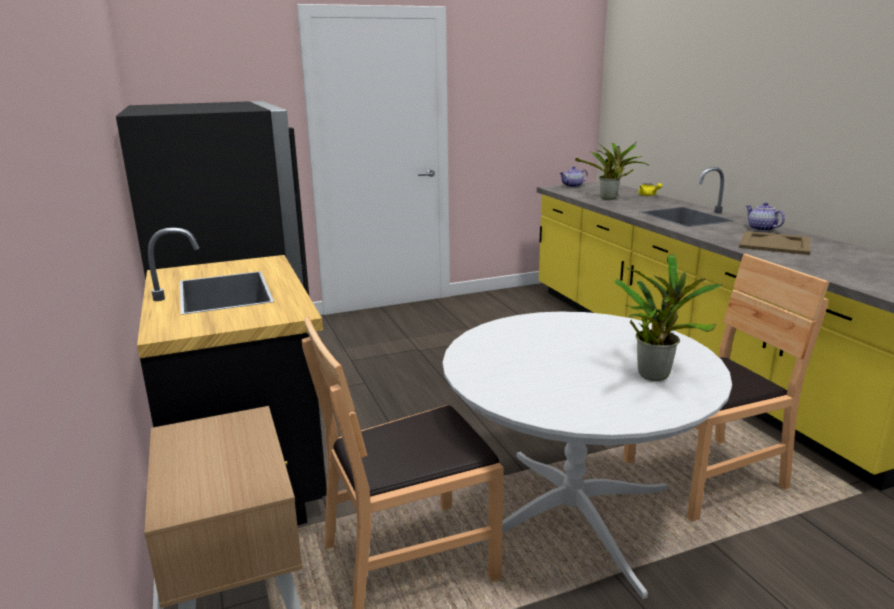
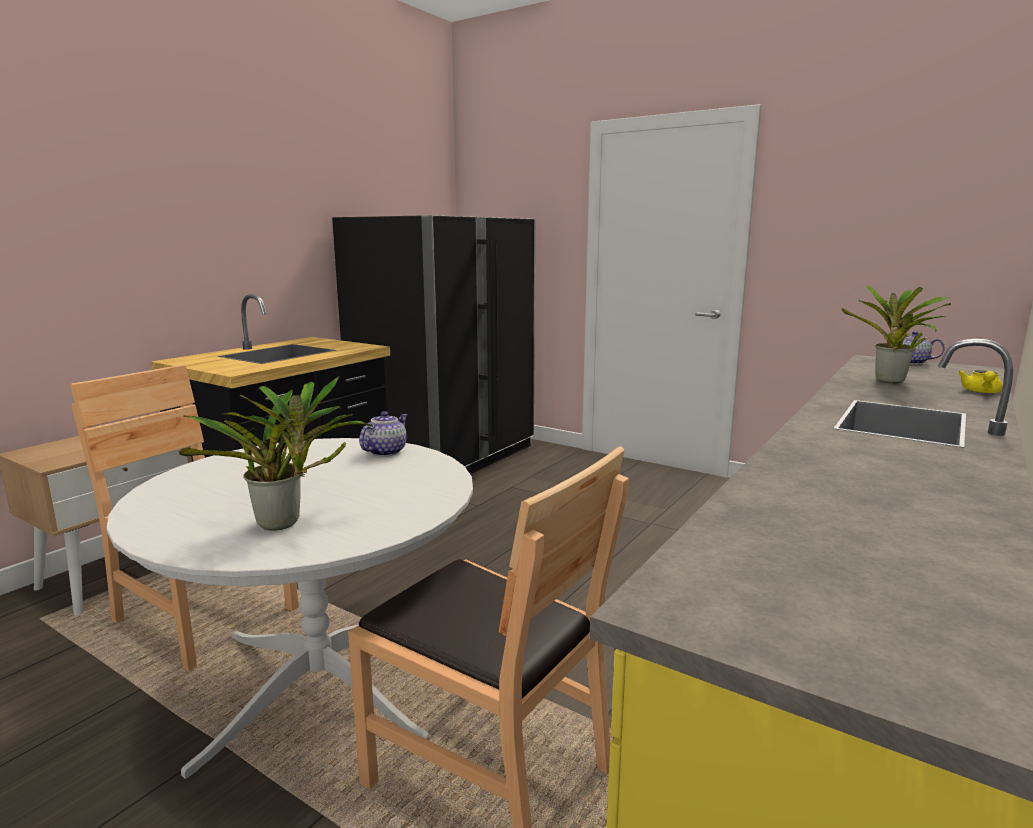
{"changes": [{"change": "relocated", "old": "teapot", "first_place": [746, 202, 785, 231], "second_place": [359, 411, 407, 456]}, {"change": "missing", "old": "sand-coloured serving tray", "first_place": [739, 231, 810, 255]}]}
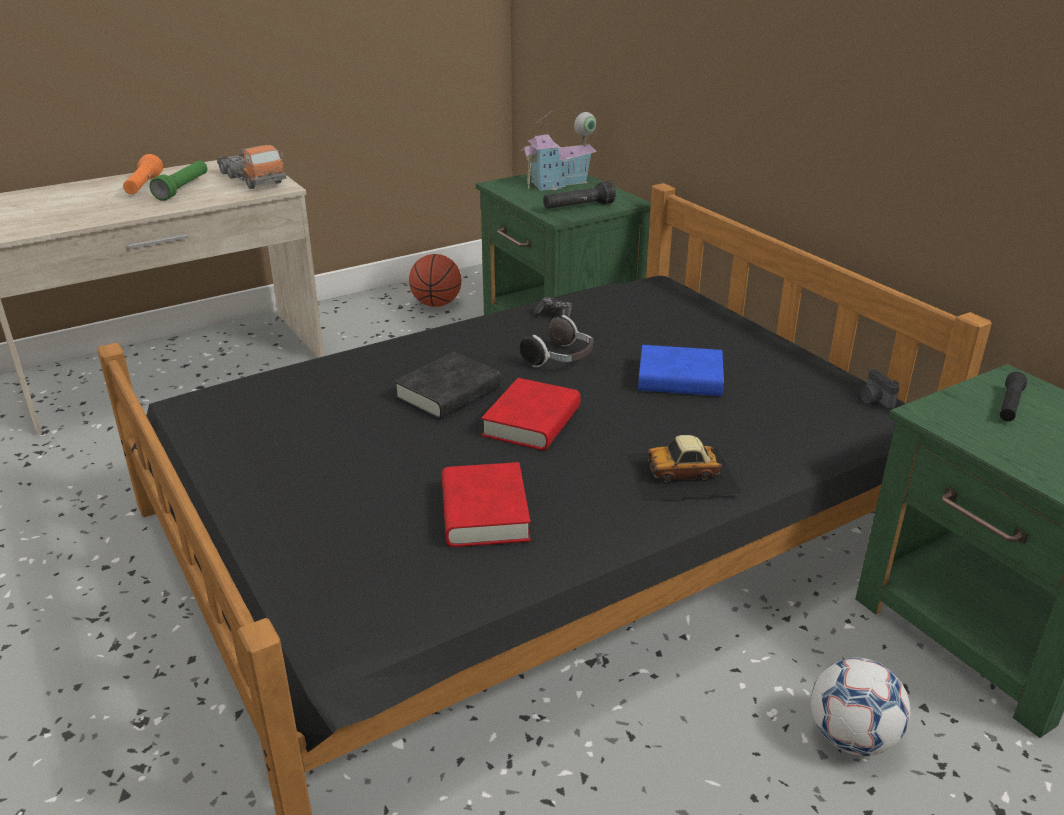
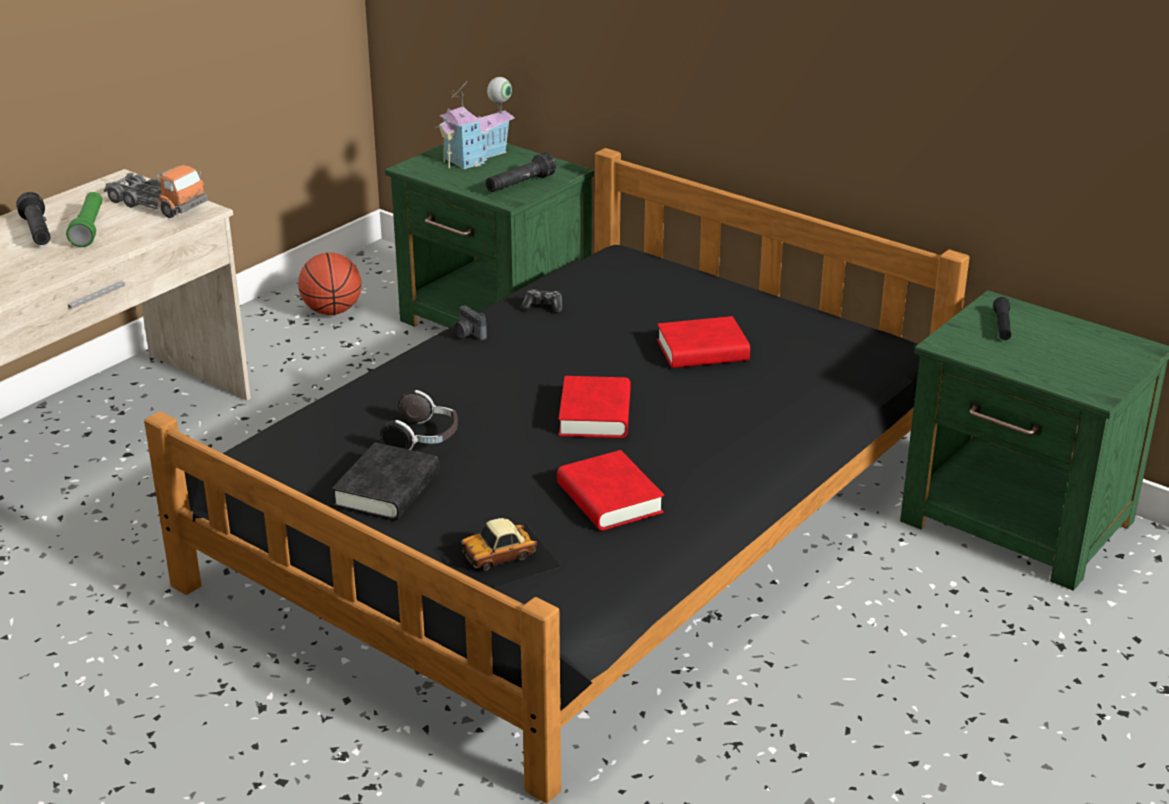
{"changes": [{"change": "colour", "old": "orange flashlight", "new": "black-coloured flashlight", "first_place": [123, 154, 163, 194], "second_place": [16, 192, 51, 245]}, {"change": "relocated", "old": "headset", "first_place": [520, 315, 594, 367], "second_place": [380, 390, 458, 450]}, {"change": "colour", "old": "blue volume", "new": "reddish volume", "first_place": [638, 345, 724, 396], "second_place": [657, 316, 750, 368]}, {"change": "relocated", "old": "black-coloured volume", "first_place": [394, 352, 501, 420], "second_place": [332, 442, 439, 520]}, {"change": "relocated", "old": "still camera", "first_place": [860, 369, 900, 409], "second_place": [454, 306, 487, 340]}, {"change": "relocated", "old": "toy car", "first_place": [626, 435, 742, 501], "second_place": [437, 518, 561, 588]}, {"change": "missing", "old": "football ball", "first_place": [811, 658, 910, 756]}]}
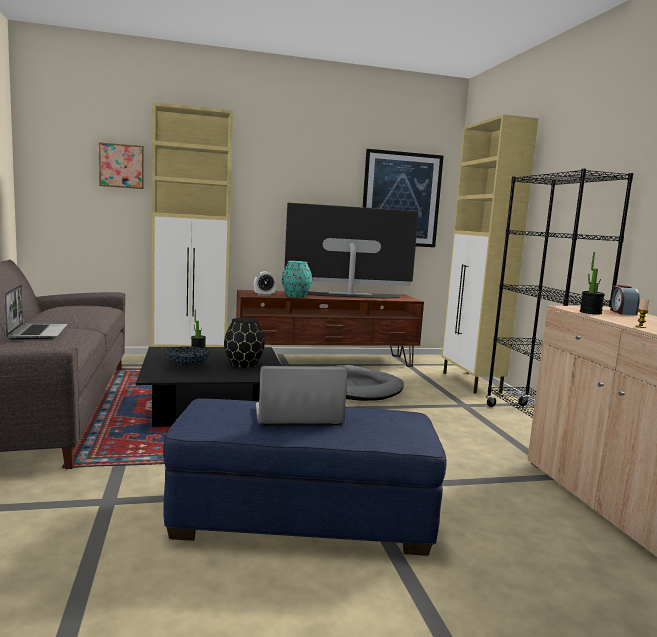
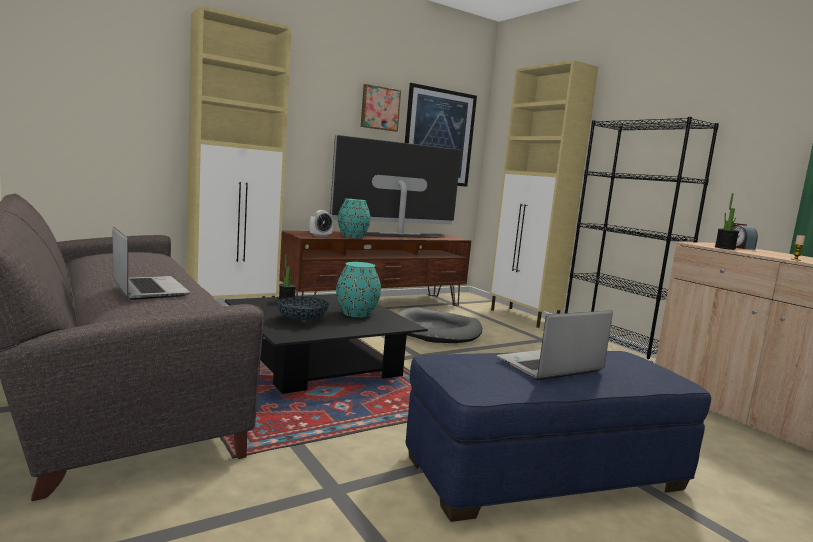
{"changes": [{"change": "relocated", "old": "wall art", "first_place": [99, 142, 144, 189], "second_place": [361, 84, 401, 132]}, {"change": "colour", "old": "black-coloured decorative vase", "new": "blue-green decorative vase", "first_place": [224, 318, 265, 368], "second_place": [336, 262, 381, 318]}]}
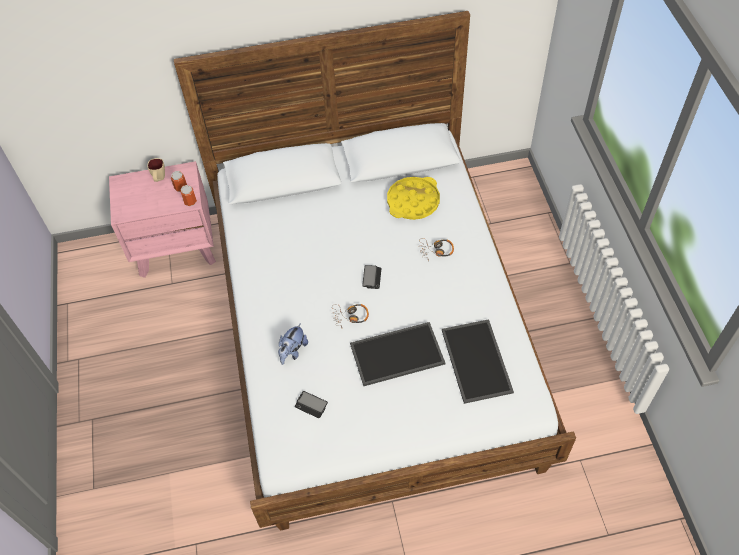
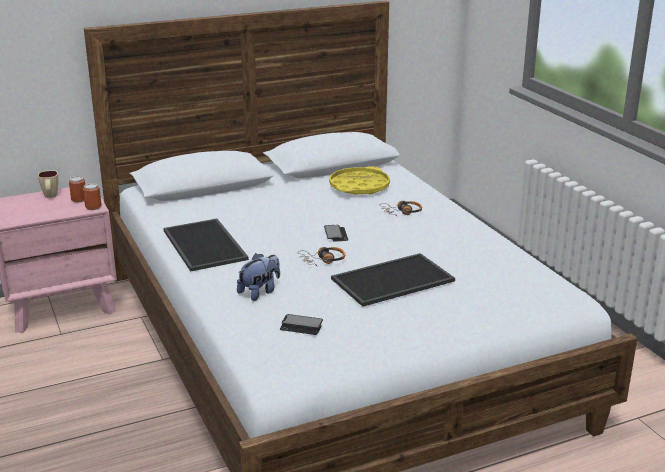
{"changes": [{"change": "relocated", "old": "serving tray", "first_place": [442, 319, 514, 404], "second_place": [163, 219, 249, 271]}, {"change": "spun", "old": "soft toy", "first_place": [278, 323, 308, 365], "second_place": [237, 253, 280, 301], "degrees": -150}]}
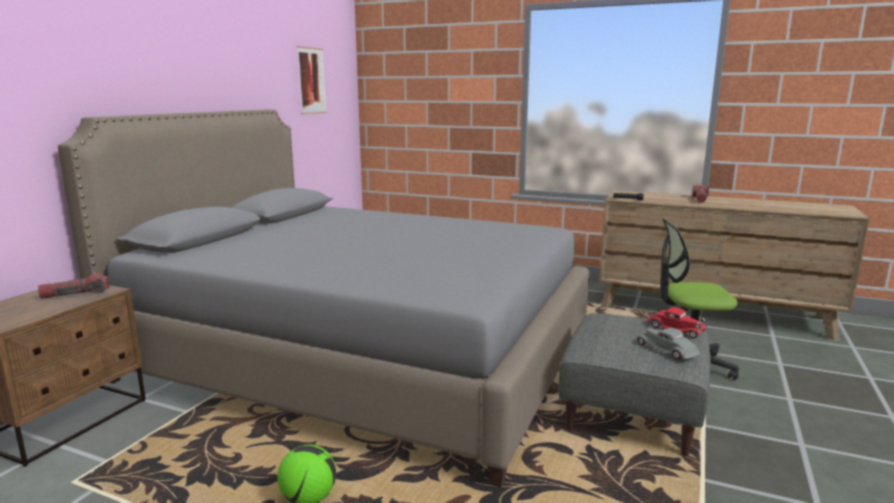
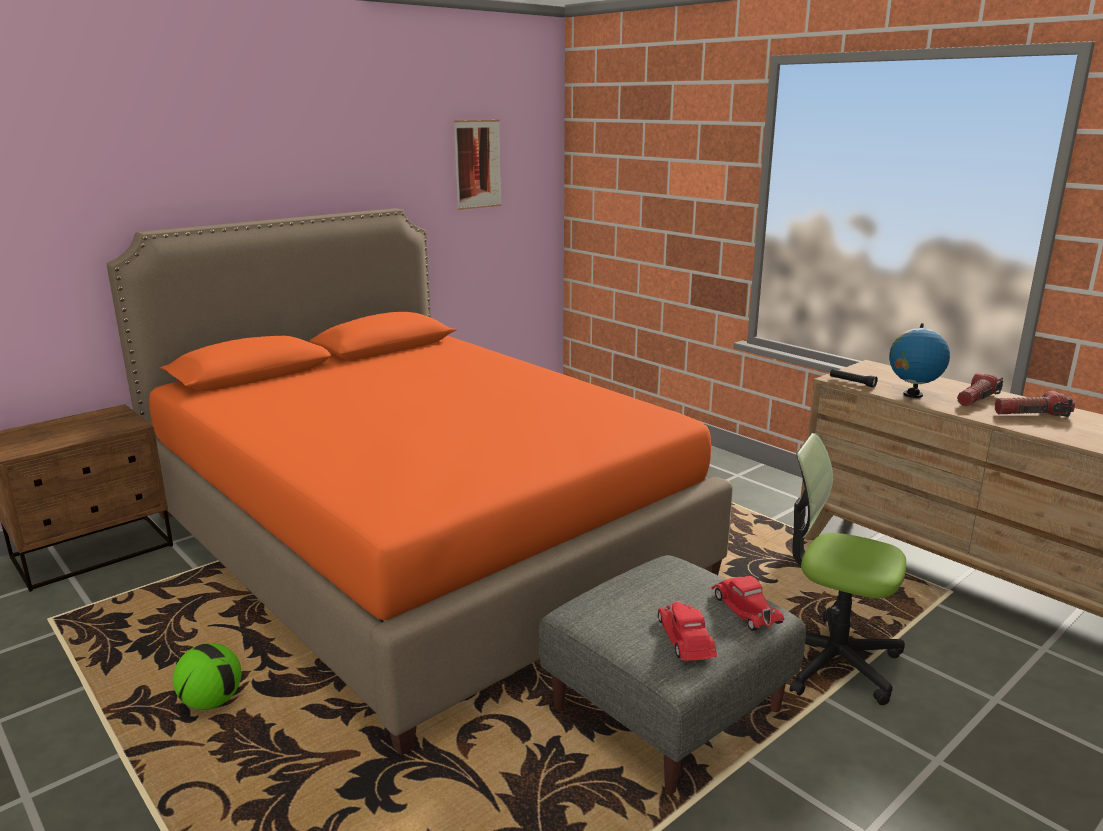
{"changes": [{"change": "colour", "old": "grey bedroom bed", "new": "orange bedroom bed", "first_place": [58, 109, 589, 488], "second_place": [107, 208, 733, 756]}, {"change": "relocated", "old": "flashlight", "first_place": [38, 273, 109, 299], "second_place": [995, 391, 1075, 417]}, {"change": "colour", "old": "grey toy car", "new": "reddish toy car", "first_place": [637, 328, 700, 360], "second_place": [658, 601, 717, 661]}, {"change": "appeared", "new": "world globe", "second_place": [889, 323, 950, 398]}]}
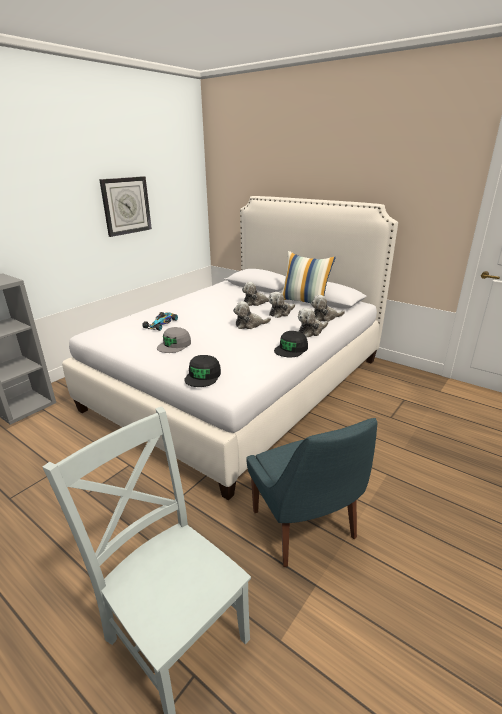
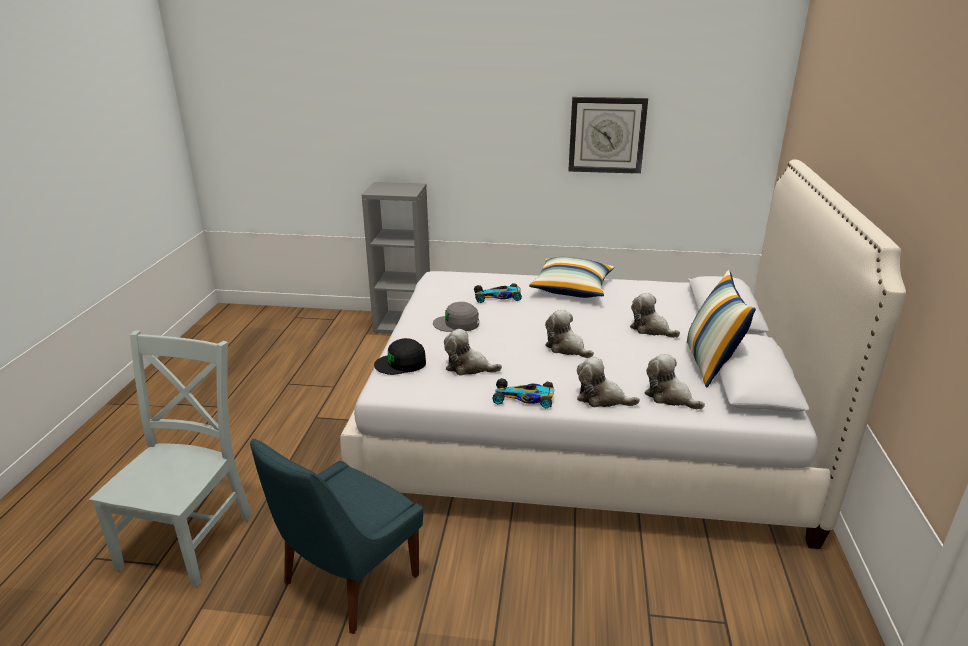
{"changes": [{"change": "relocated", "old": "soft toy", "first_place": [268, 292, 295, 318], "second_place": [444, 329, 502, 375]}, {"change": "exchanged", "old": "black-coloured peaked cap", "new": "toy car", "first_place": [274, 331, 308, 357], "second_place": [492, 378, 554, 408]}, {"change": "appeared", "new": "throw pillow", "second_place": [529, 257, 614, 298]}]}
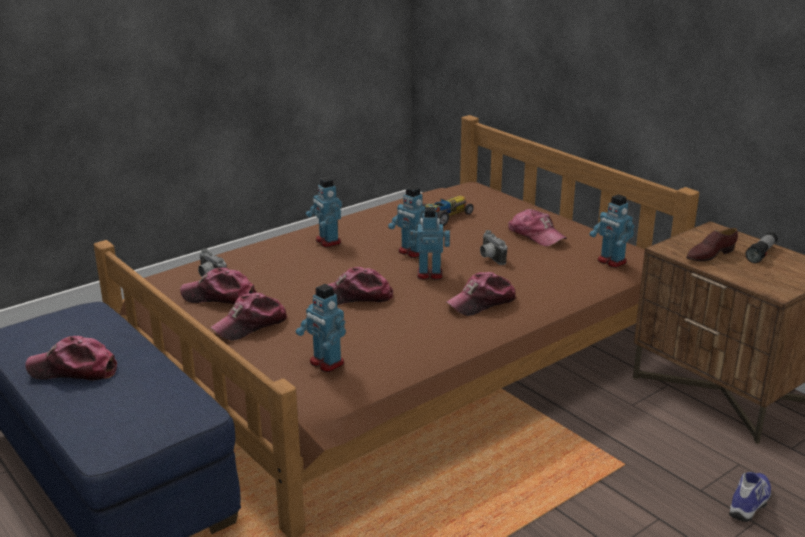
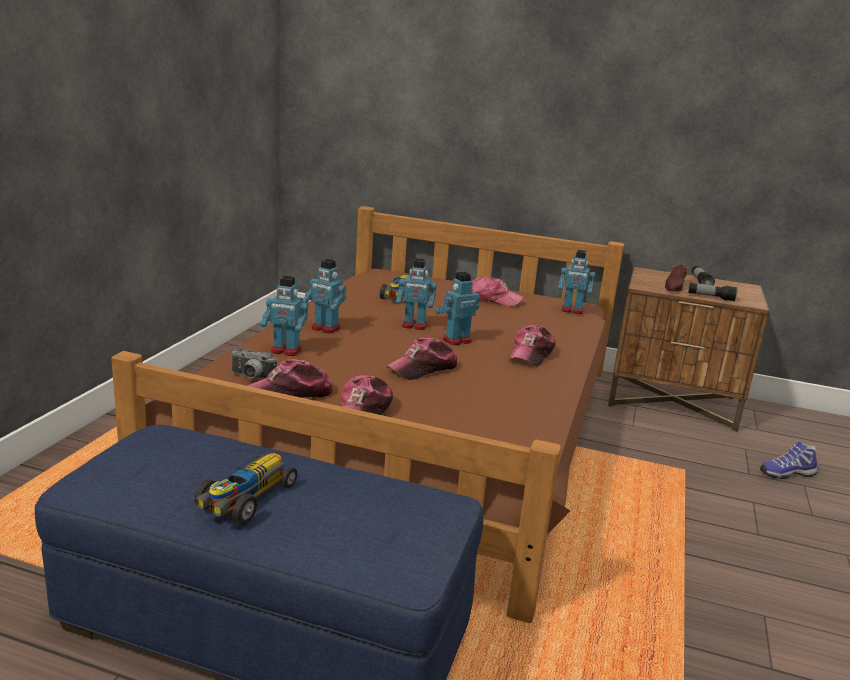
{"changes": [{"change": "missing", "old": "still camera", "first_place": [480, 230, 508, 265]}, {"change": "relocated", "old": "robot figure", "first_place": [296, 284, 346, 372], "second_place": [260, 276, 308, 356]}, {"change": "exchanged", "old": "peaked cap", "new": "toy car", "first_place": [26, 336, 117, 381], "second_place": [194, 453, 297, 525]}, {"change": "spun", "old": "low shoe", "first_place": [729, 472, 771, 522], "second_place": [760, 441, 817, 479], "degrees": -105}, {"change": "appeared", "new": "flashlight", "second_place": [688, 282, 738, 301]}]}
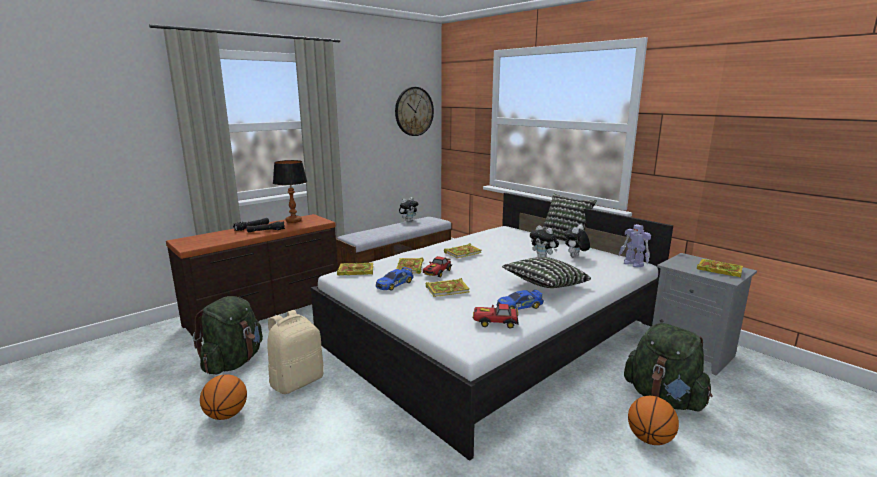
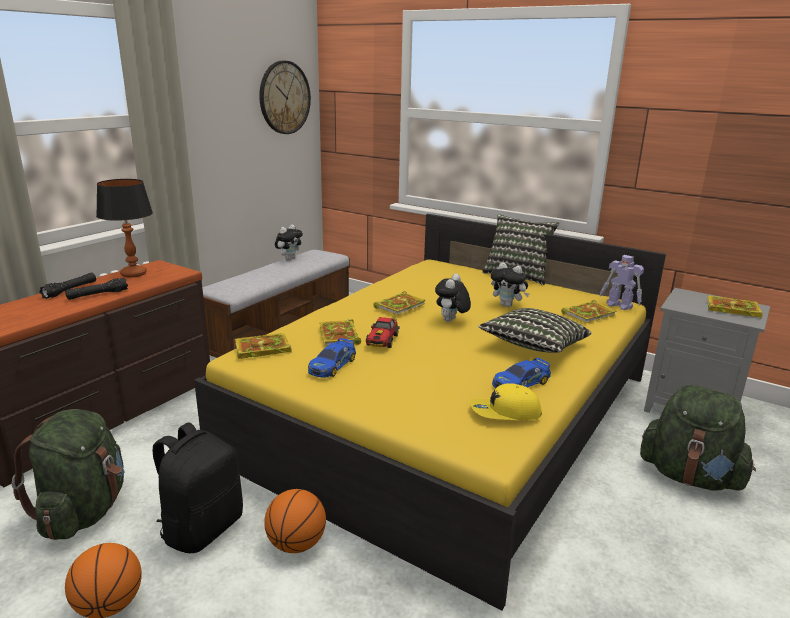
{"changes": [{"change": "colour", "old": "whitish bedroom bed", "new": "yellowish bedroom bed", "first_place": [311, 193, 673, 461], "second_place": [194, 214, 666, 611]}, {"change": "relocated", "old": "soft toy", "first_place": [565, 224, 590, 257], "second_place": [435, 274, 471, 322]}, {"change": "relocated", "old": "volume", "first_place": [426, 278, 470, 297], "second_place": [561, 300, 617, 323]}, {"change": "exchanged", "old": "toy car", "new": "yellowish peaked cap", "first_place": [473, 304, 519, 329], "second_place": [470, 383, 542, 420]}, {"change": "colour", "old": "sand-coloured knapsack", "new": "black-coloured knapsack", "first_place": [267, 310, 324, 394], "second_place": [153, 422, 243, 553]}, {"change": "relocated", "old": "ball for basketball", "first_place": [628, 396, 679, 445], "second_place": [264, 489, 326, 553]}]}
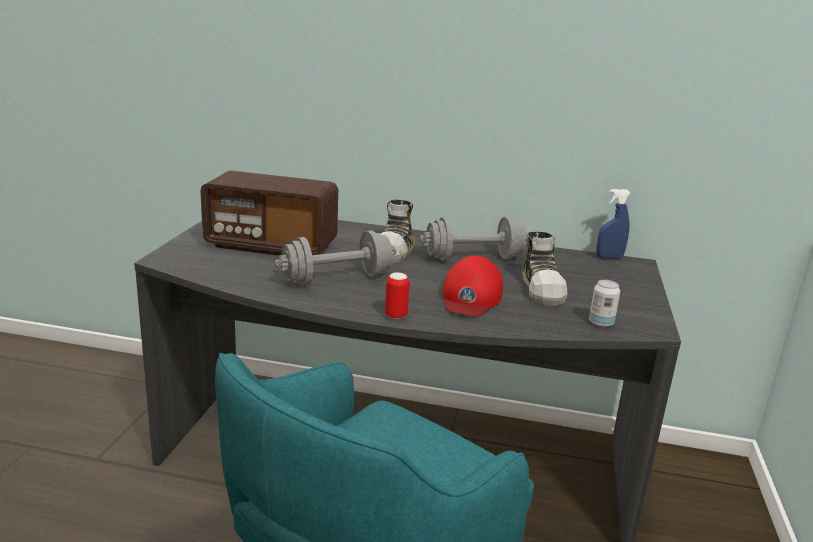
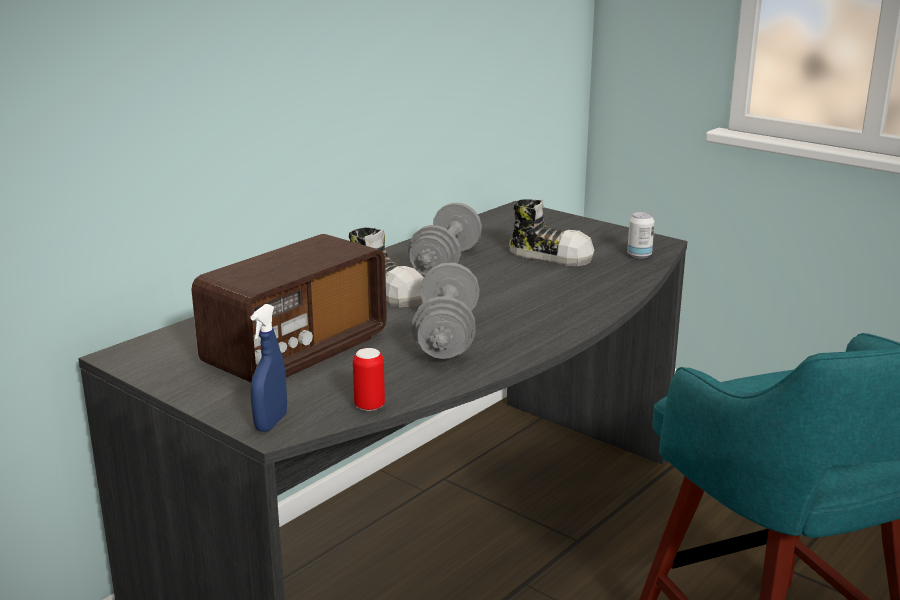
{"changes": [{"change": "relocated", "old": "blue spray bottle", "first_place": [596, 189, 631, 259], "second_place": [250, 304, 287, 432]}, {"change": "missing", "old": "reddish peaked cap", "first_place": [442, 256, 503, 316]}, {"change": "relocated", "old": "sealed can", "first_place": [385, 272, 410, 319], "second_place": [353, 348, 385, 411]}]}
